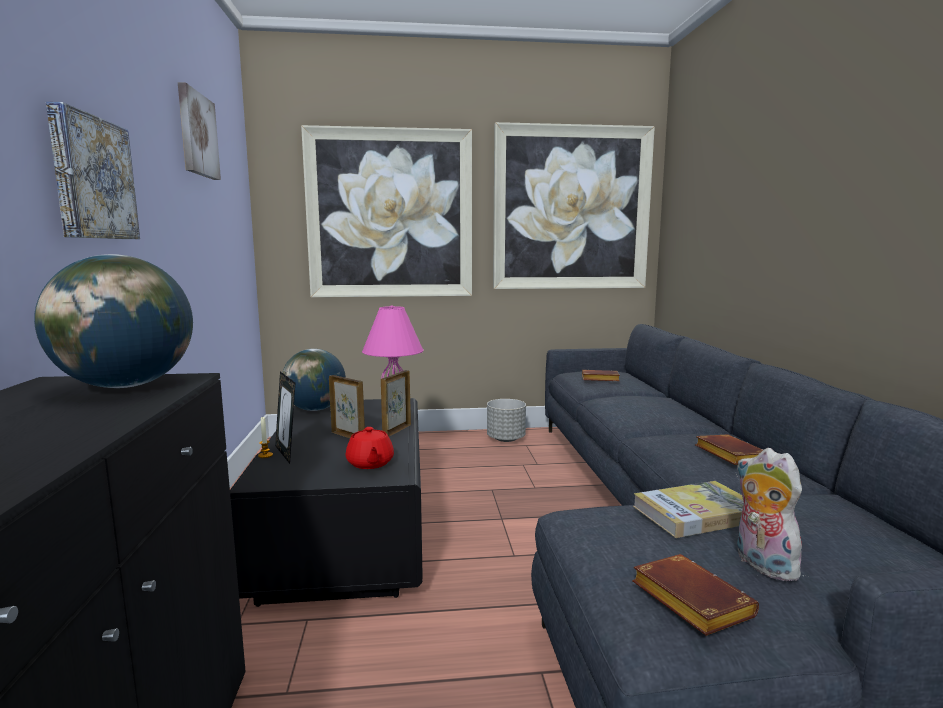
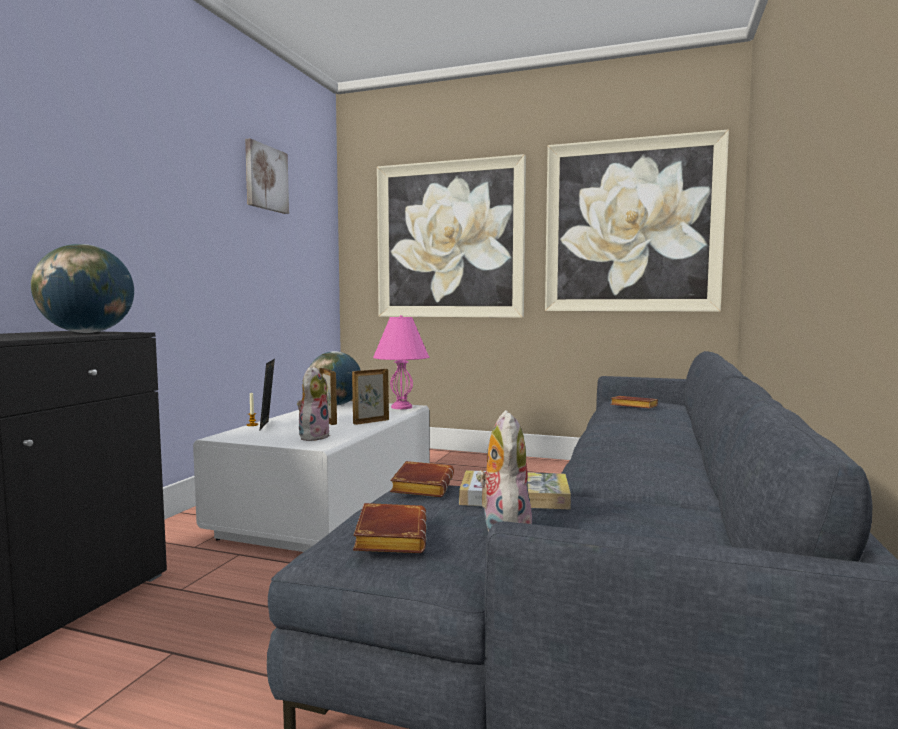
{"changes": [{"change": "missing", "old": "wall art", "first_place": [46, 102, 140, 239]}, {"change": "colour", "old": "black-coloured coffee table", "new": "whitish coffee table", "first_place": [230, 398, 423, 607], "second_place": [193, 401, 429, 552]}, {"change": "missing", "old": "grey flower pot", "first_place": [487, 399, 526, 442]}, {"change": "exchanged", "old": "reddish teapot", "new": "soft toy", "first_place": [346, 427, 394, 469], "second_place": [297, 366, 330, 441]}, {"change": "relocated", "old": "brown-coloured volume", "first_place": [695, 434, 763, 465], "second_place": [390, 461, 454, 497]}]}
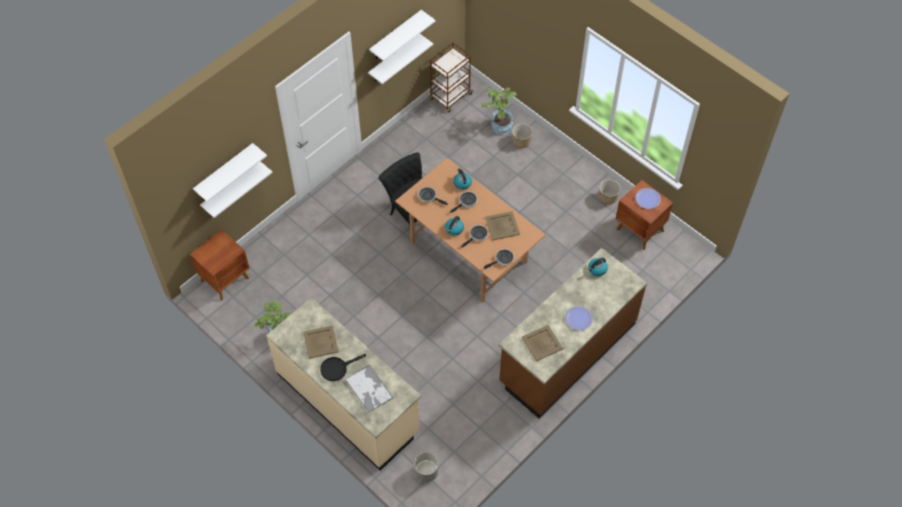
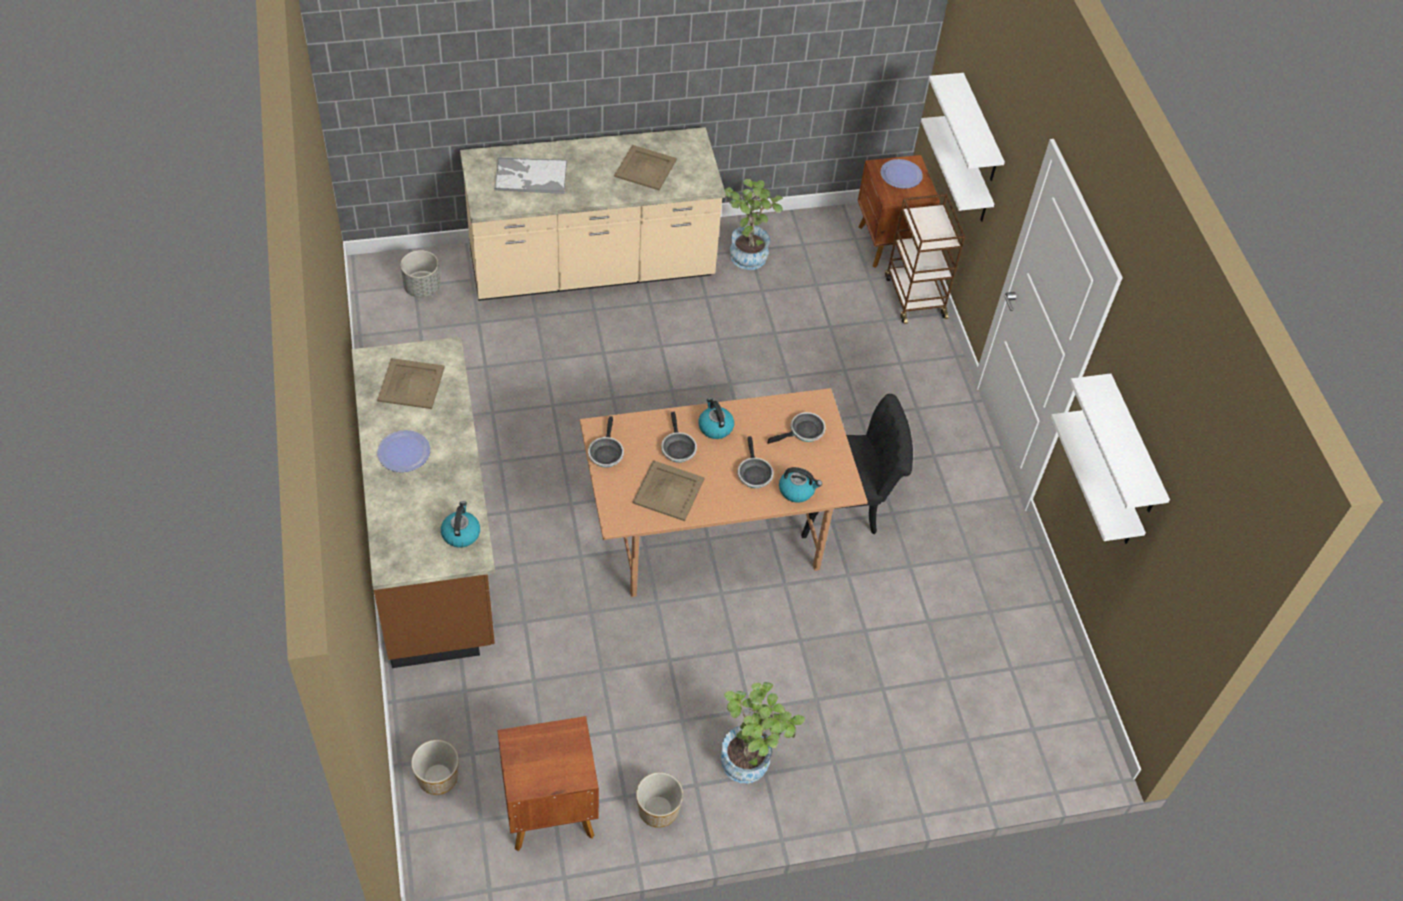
{"changes": [{"change": "relocated", "old": "brown-coloured trolley", "first_place": [430, 42, 473, 113], "second_place": [885, 194, 965, 324]}, {"change": "relocated", "old": "potted plant", "first_place": [482, 87, 517, 134], "second_place": [721, 682, 805, 783]}, {"change": "relocated", "old": "flower pot", "first_place": [512, 124, 532, 148], "second_place": [411, 740, 459, 795]}, {"change": "relocated", "old": "plate", "first_place": [635, 188, 661, 209], "second_place": [881, 159, 923, 189]}, {"change": "missing", "old": "black-coloured skillet", "first_place": [320, 354, 366, 381]}]}
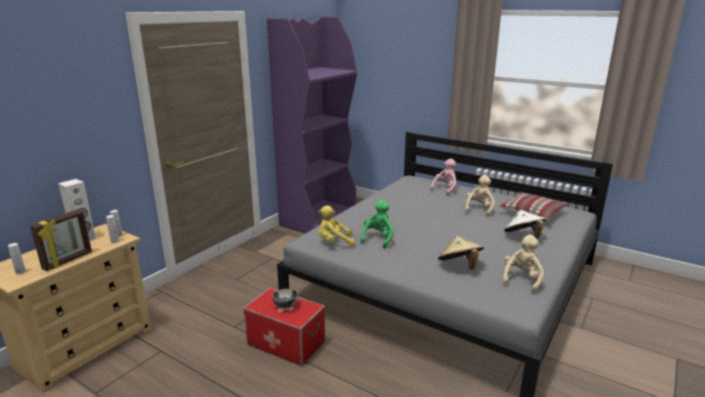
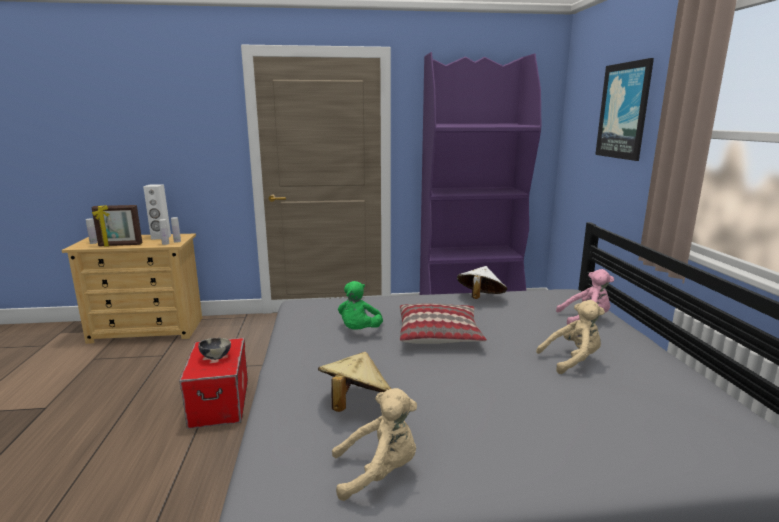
{"changes": [{"change": "relocated", "old": "throw pillow", "first_place": [499, 192, 568, 221], "second_place": [400, 304, 487, 344]}, {"change": "spun", "old": "green-coloured soft toy", "first_place": [360, 200, 394, 249], "second_place": [338, 281, 383, 330], "degrees": 120}, {"change": "missing", "old": "yellowish soft toy", "first_place": [318, 205, 355, 246]}, {"change": "relocated", "old": "whitish clothing hat", "first_place": [504, 210, 547, 239], "second_place": [457, 266, 507, 299]}, {"change": "appeared", "new": "wall art", "second_place": [595, 58, 654, 161]}]}
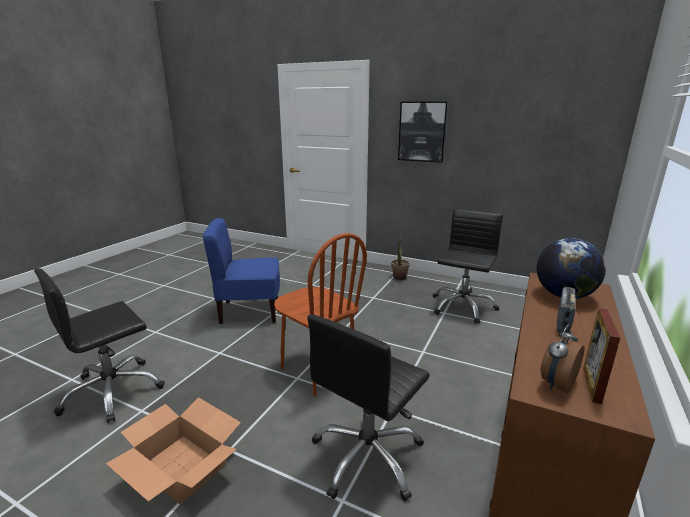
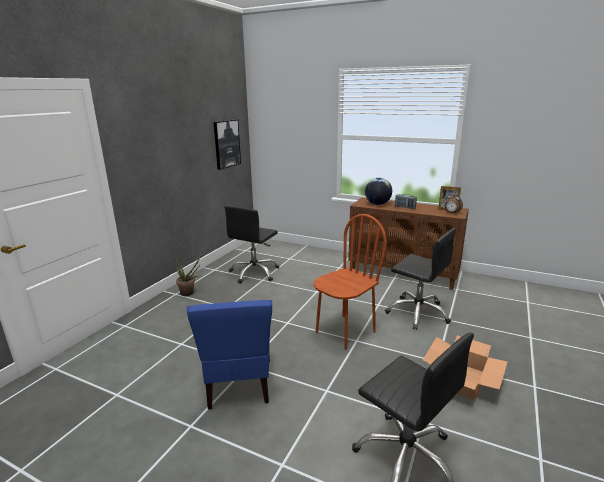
{"changes": [{"change": "relocated", "old": "wall art", "first_place": [398, 102, 448, 163], "second_place": [214, 119, 241, 170]}, {"change": "spun", "old": "black-coloured desk chair", "first_place": [433, 209, 503, 324], "second_place": [225, 206, 279, 283], "degrees": -90}]}
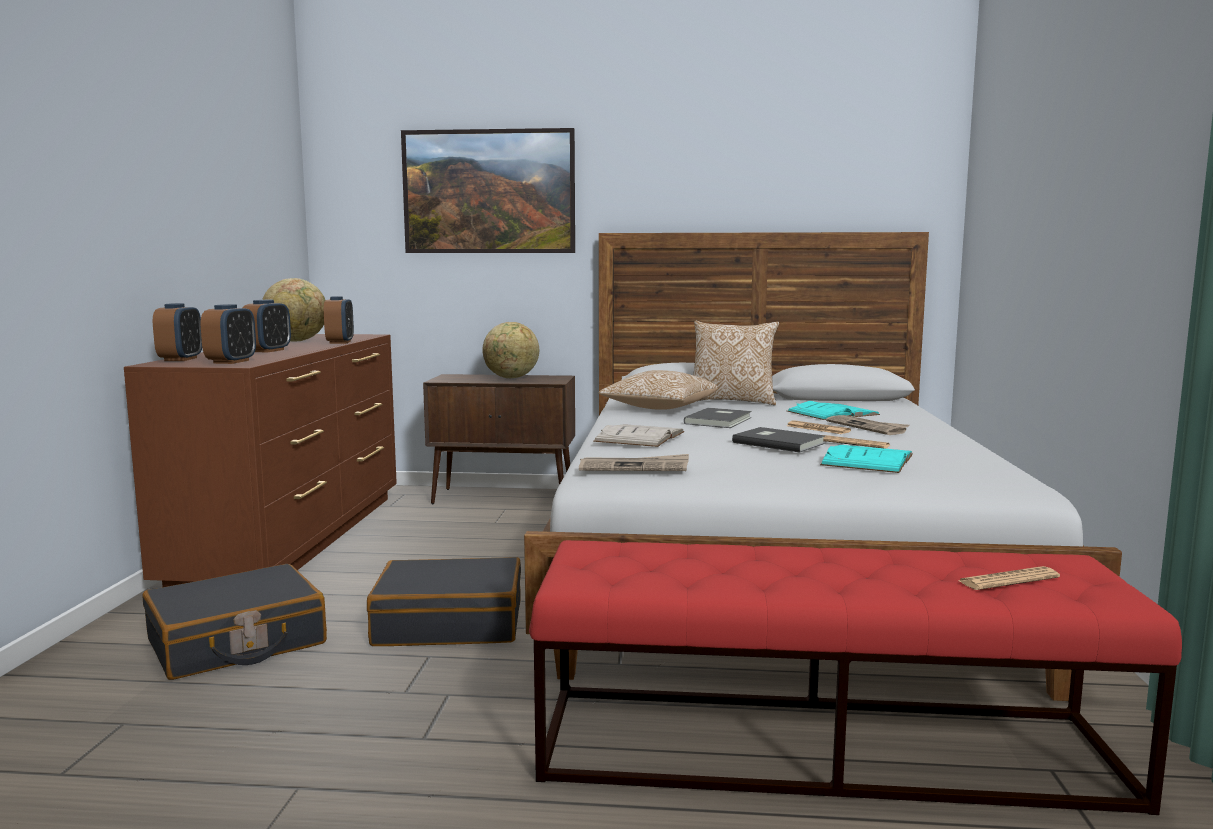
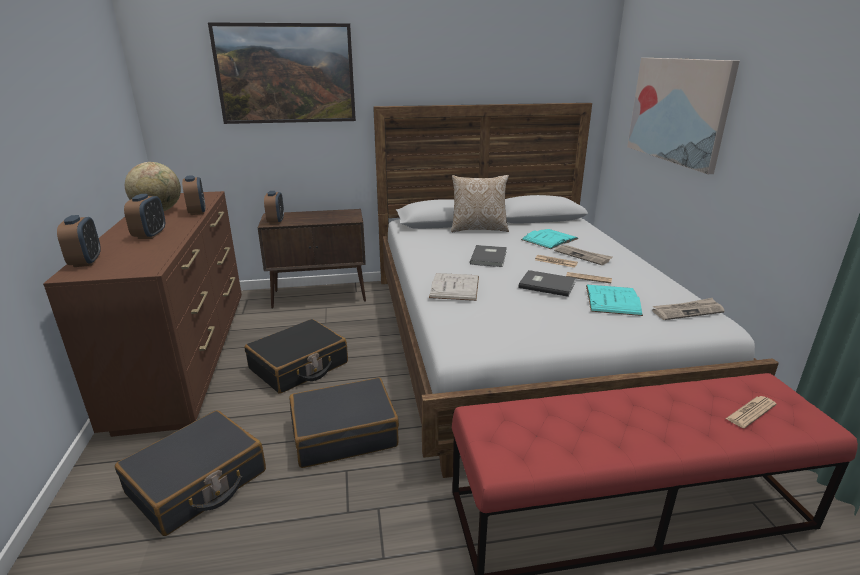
{"changes": [{"change": "relocated", "old": "alarm clock", "first_place": [201, 304, 256, 364], "second_place": [264, 191, 284, 224]}, {"change": "missing", "old": "world globe", "first_place": [482, 322, 539, 378]}, {"change": "missing", "old": "throw pillow", "first_place": [599, 370, 718, 410]}, {"change": "relocated", "old": "printed paper", "first_place": [579, 454, 689, 471], "second_place": [652, 298, 725, 320]}, {"change": "appeared", "new": "wall art", "second_place": [627, 58, 740, 174]}, {"change": "appeared", "new": "black-coloured suitcase", "second_place": [245, 319, 348, 394]}]}
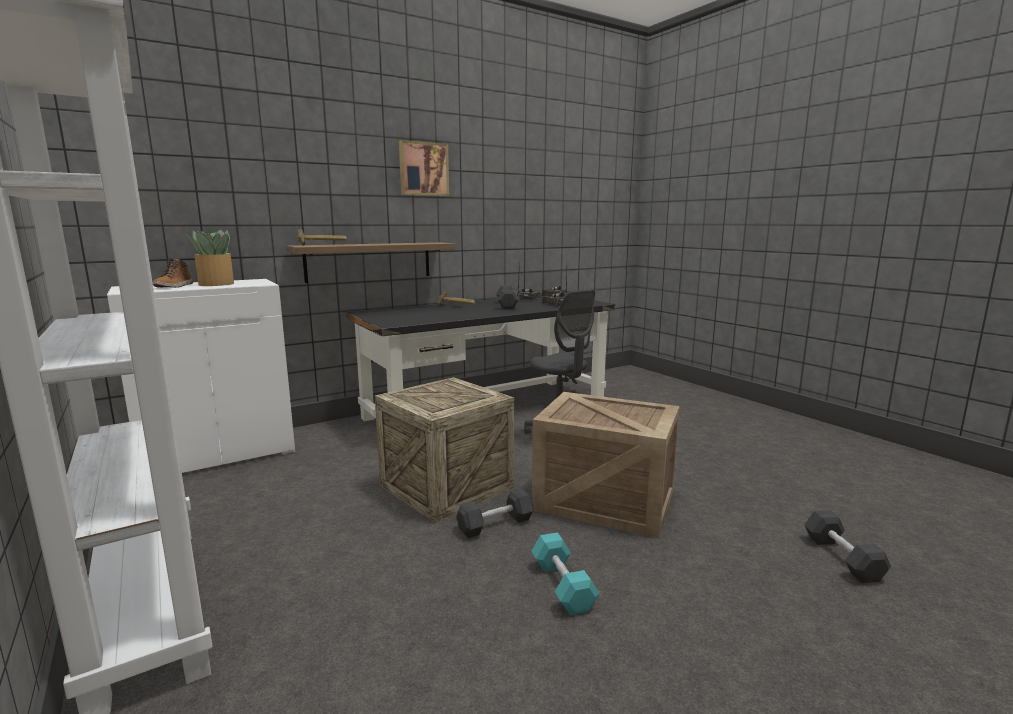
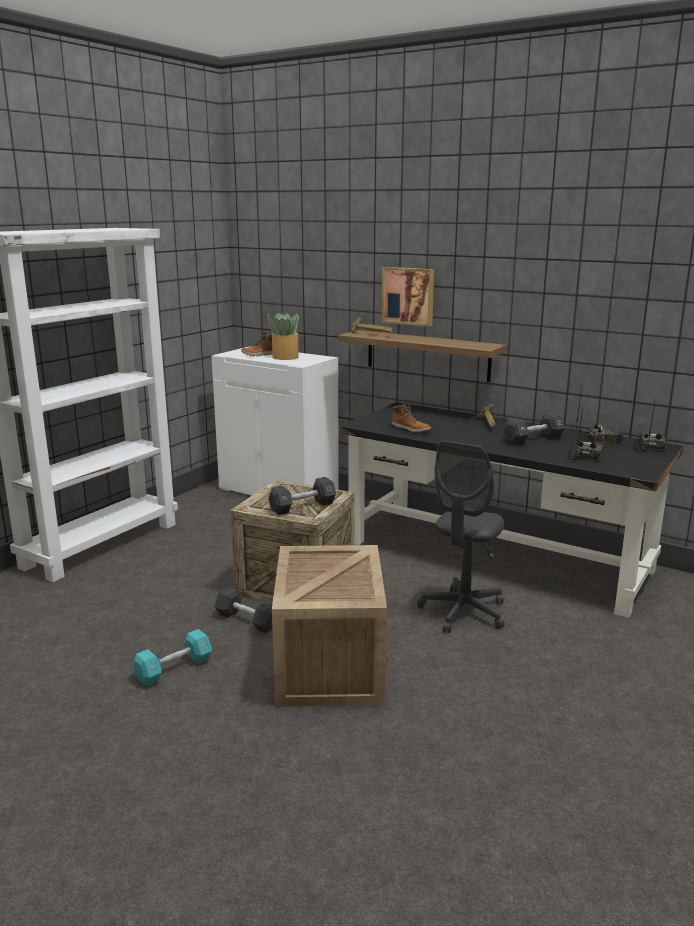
{"changes": [{"change": "relocated", "old": "wall art", "first_place": [399, 140, 449, 196], "second_place": [381, 267, 434, 327]}, {"change": "relocated", "old": "black-coloured dumbbell", "first_place": [804, 510, 892, 583], "second_place": [268, 477, 336, 515]}, {"change": "appeared", "new": "boot", "second_place": [392, 404, 431, 432]}]}
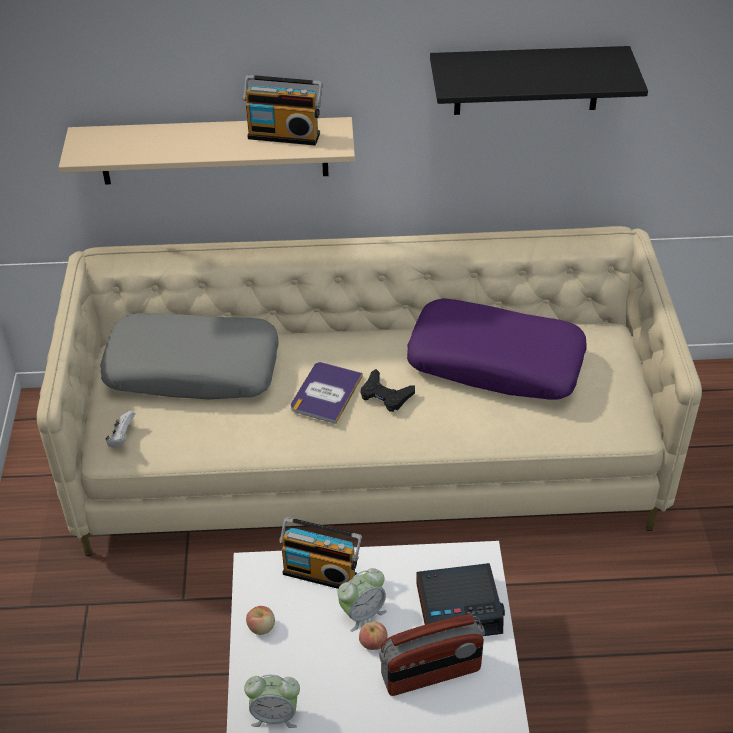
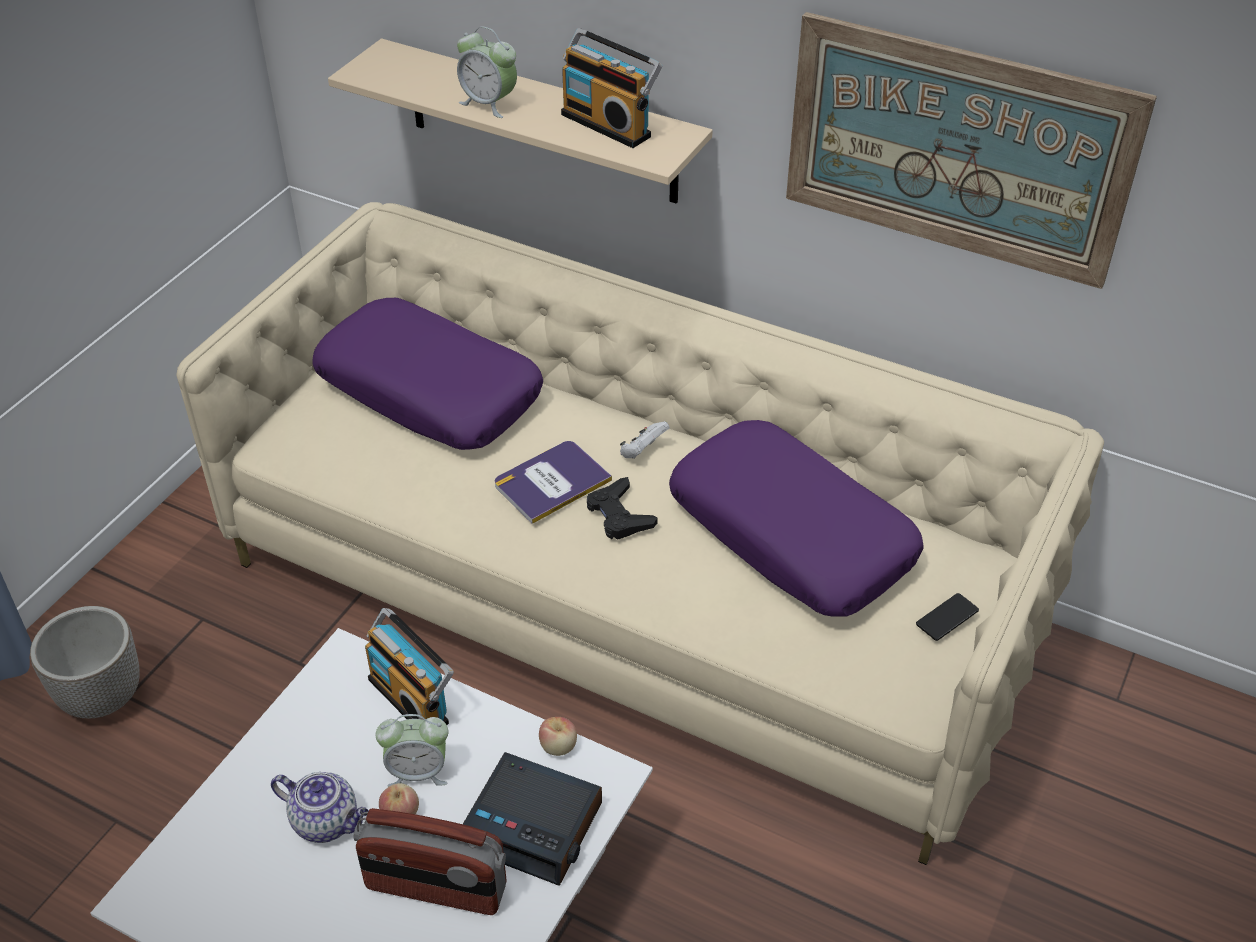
{"changes": [{"change": "exchanged", "old": "black-coloured wall shelf", "new": "wall art", "first_place": [430, 46, 648, 115], "second_place": [786, 12, 1157, 289]}, {"change": "colour", "old": "grey throw pillow", "new": "purplish throw pillow", "first_place": [100, 313, 279, 399], "second_place": [312, 298, 543, 450]}, {"change": "relocated", "old": "whitish game controller", "first_place": [105, 410, 135, 447], "second_place": [620, 421, 670, 458]}, {"change": "relocated", "old": "whole apple", "first_place": [246, 606, 275, 635], "second_place": [539, 717, 577, 756]}, {"change": "relocated", "old": "alarm clock", "first_place": [244, 675, 300, 728], "second_place": [457, 26, 517, 118]}, {"change": "appeared", "new": "phone", "second_place": [916, 593, 979, 641]}, {"change": "appeared", "new": "flower pot", "second_place": [30, 606, 140, 719]}, {"change": "appeared", "new": "teapot", "second_place": [271, 772, 369, 843]}]}
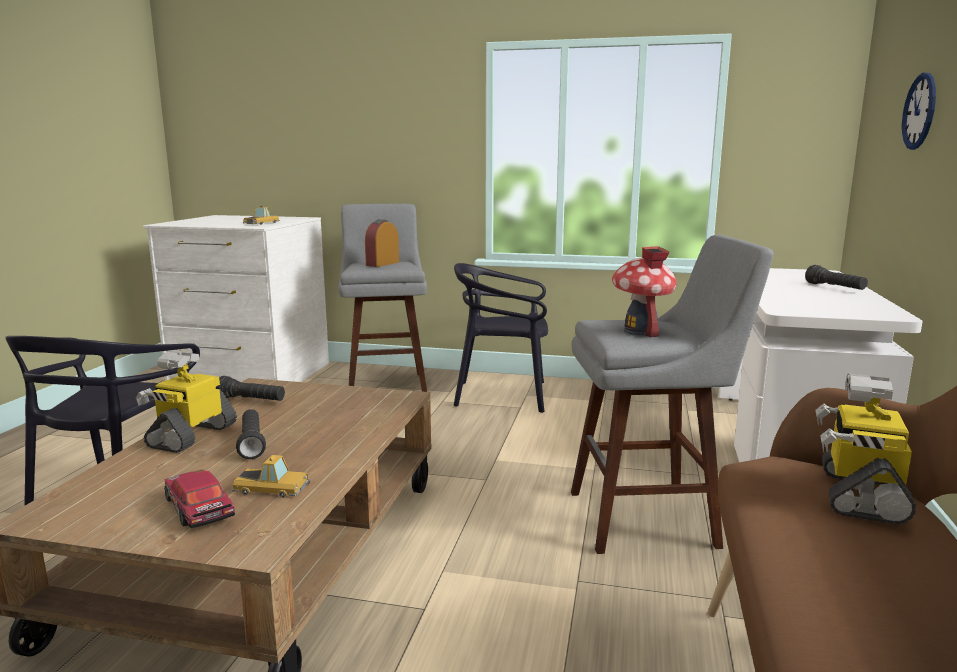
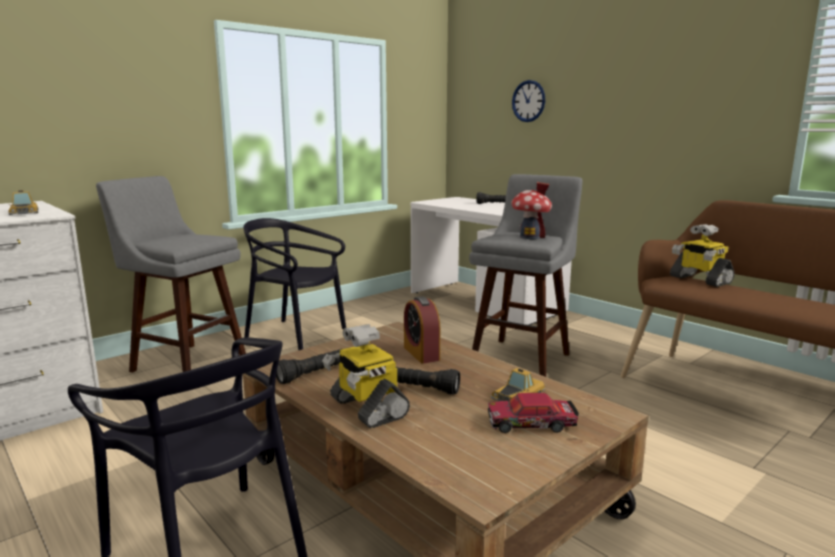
{"changes": [{"change": "relocated", "old": "alarm clock", "first_place": [365, 219, 399, 267], "second_place": [404, 296, 440, 364]}, {"change": "spun", "old": "black-coloured chair", "first_place": [454, 263, 548, 413], "second_place": [243, 218, 346, 350], "degrees": 75}]}
